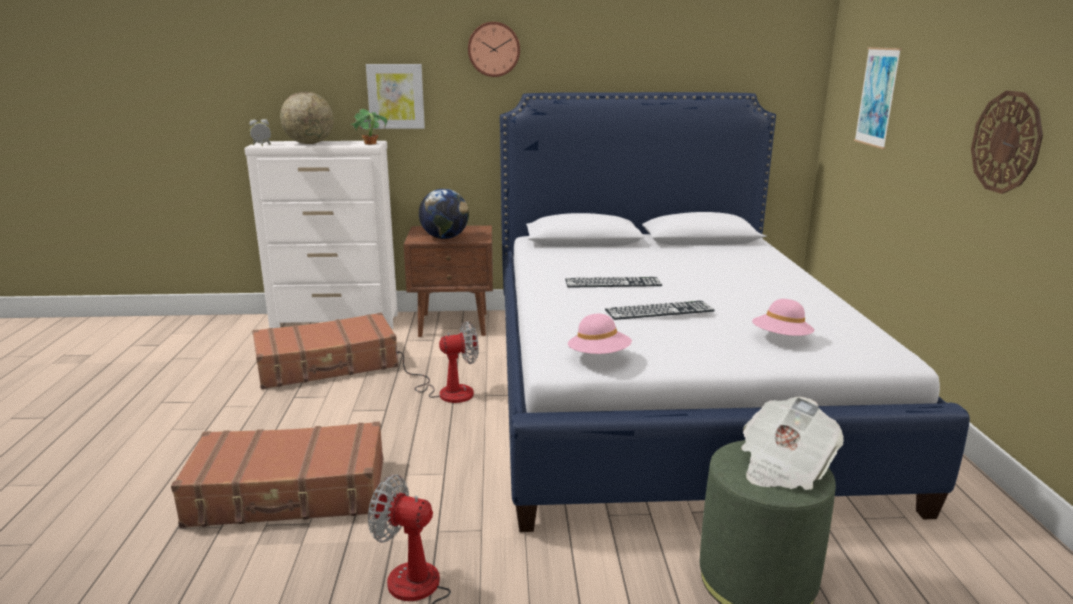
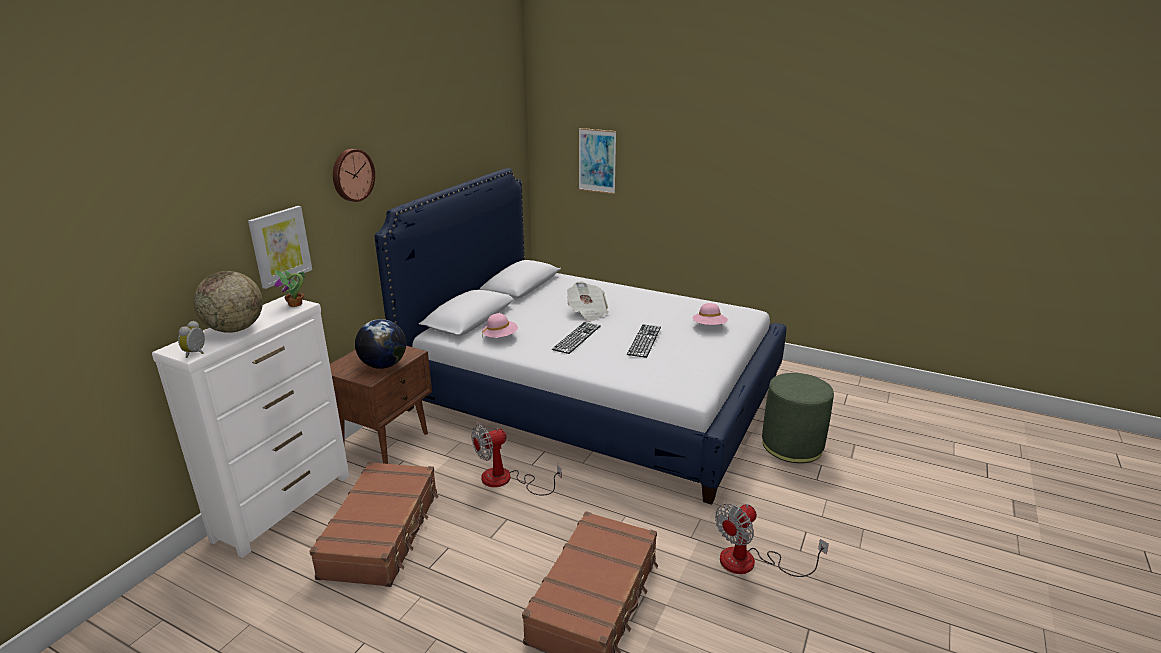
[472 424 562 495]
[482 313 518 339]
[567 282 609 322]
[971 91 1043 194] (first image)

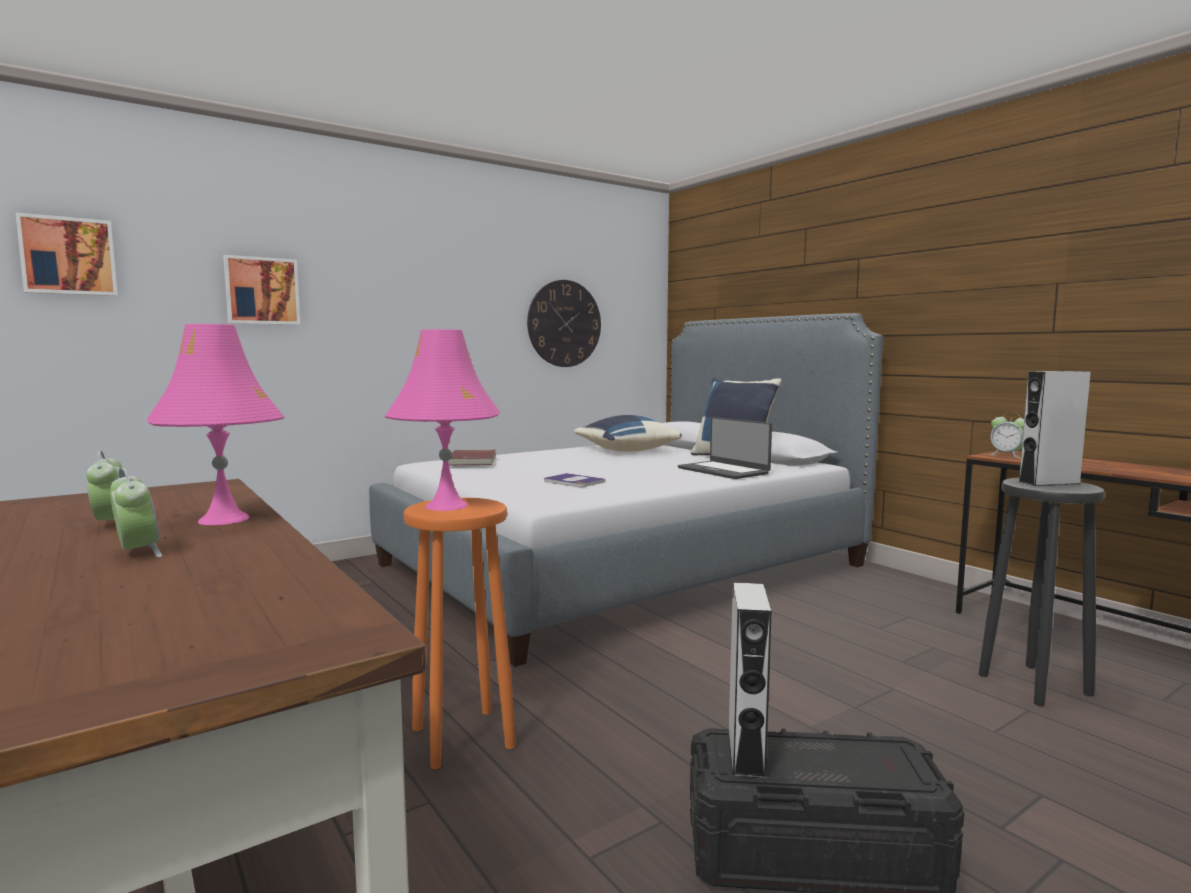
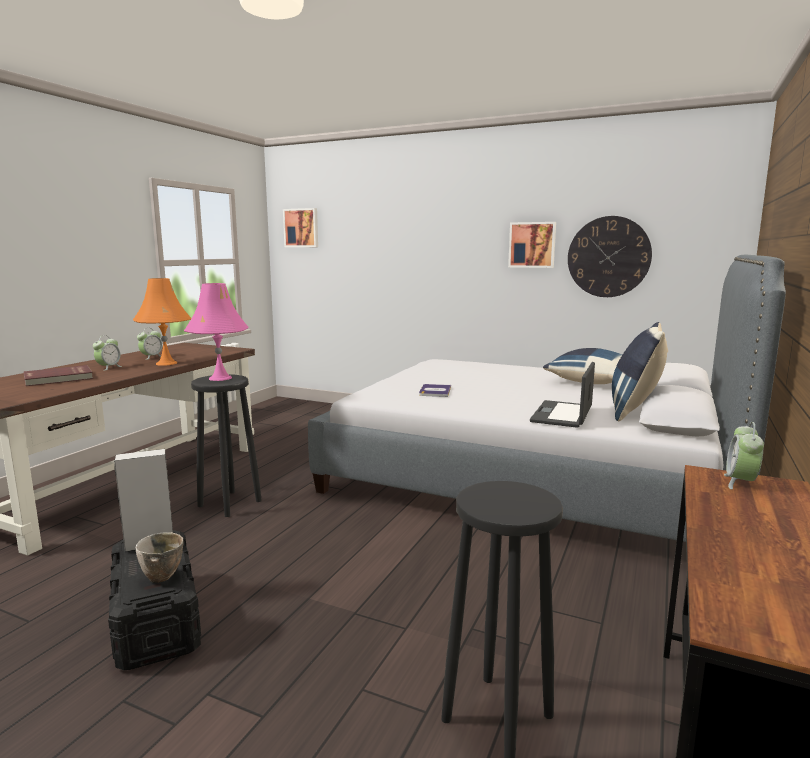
[23 365 93 386]
[133 278 192 366]
[136 532 184 583]
[191 374 262 517]
[508 222 556 268]
[1019 371 1091 486] (first image)

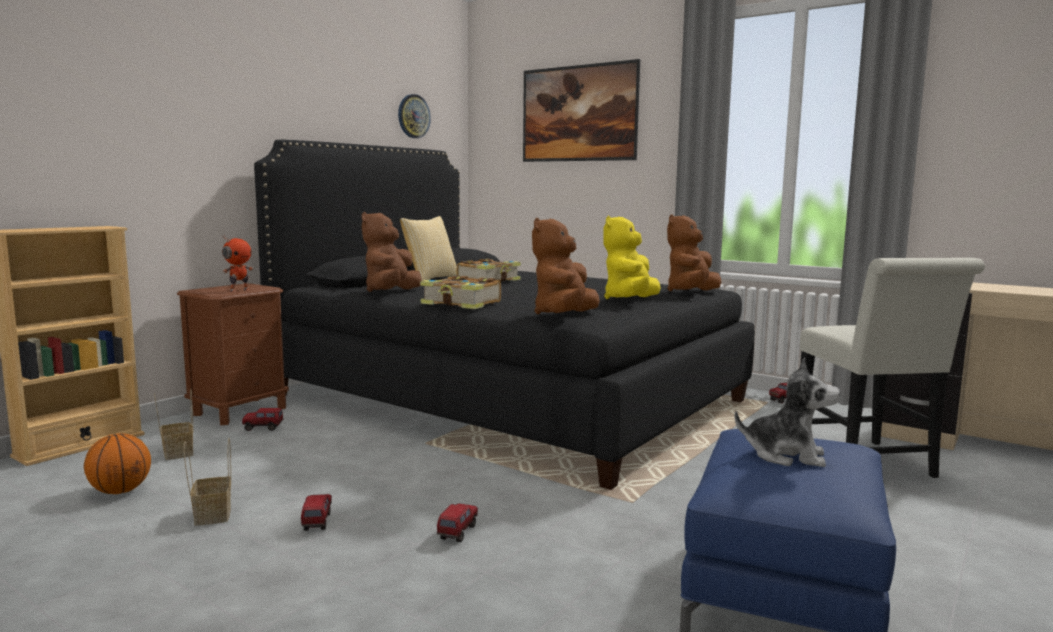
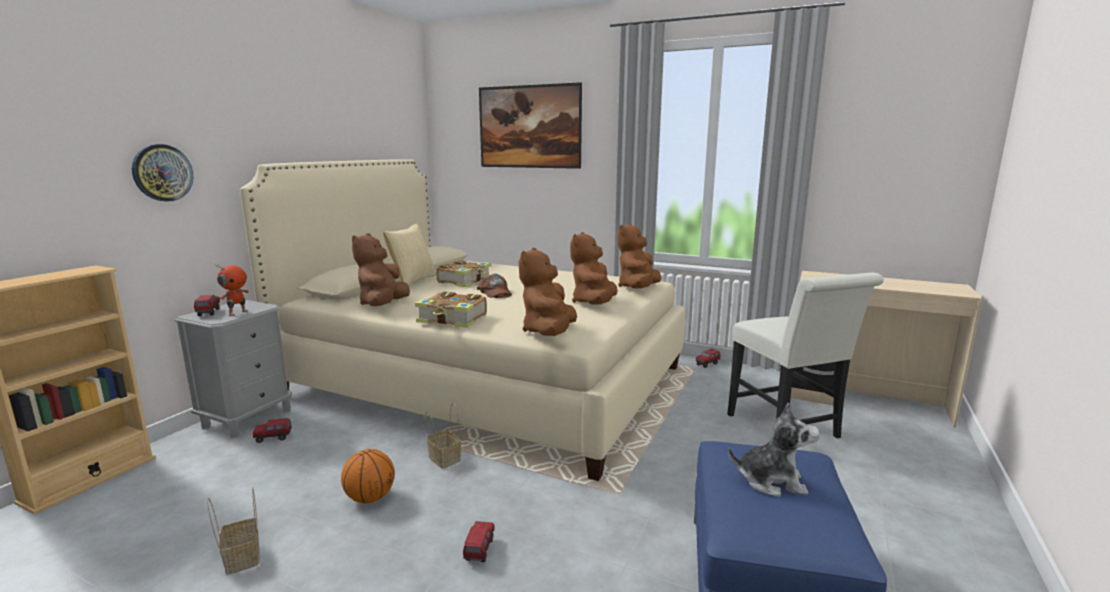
[132 144 193 202]
[174 300 292 438]
[194 295 220 316]
[240 159 685 481]
[341 449 395 503]
[425 403 461 469]
[477 274 512 298]
[570 232 618 305]

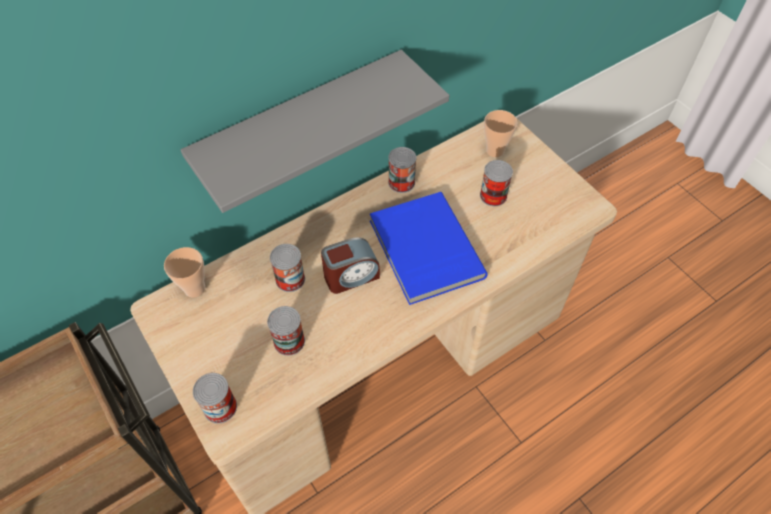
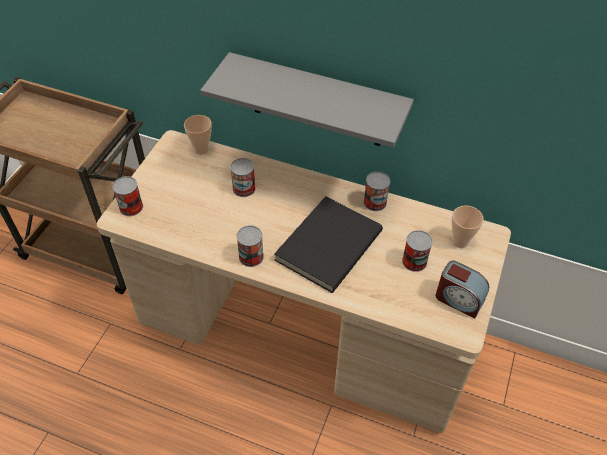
[237 225 264 267]
[274 196 383 293]
[436 261 489 318]

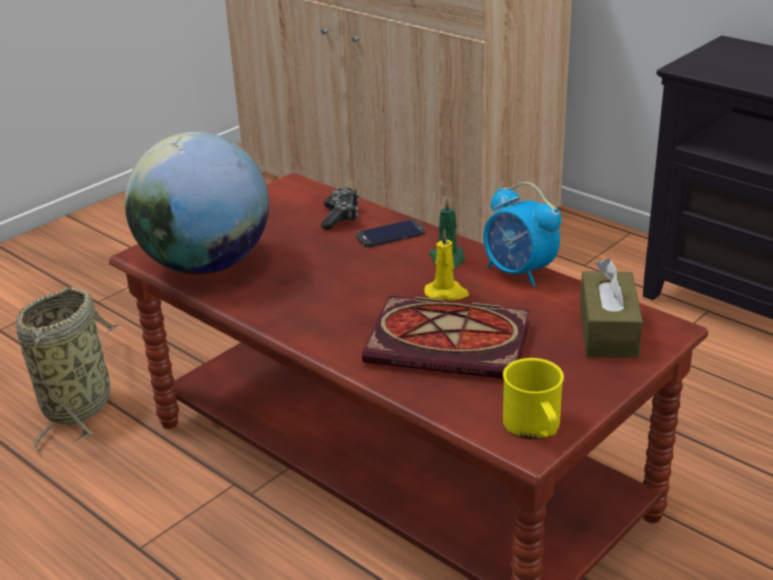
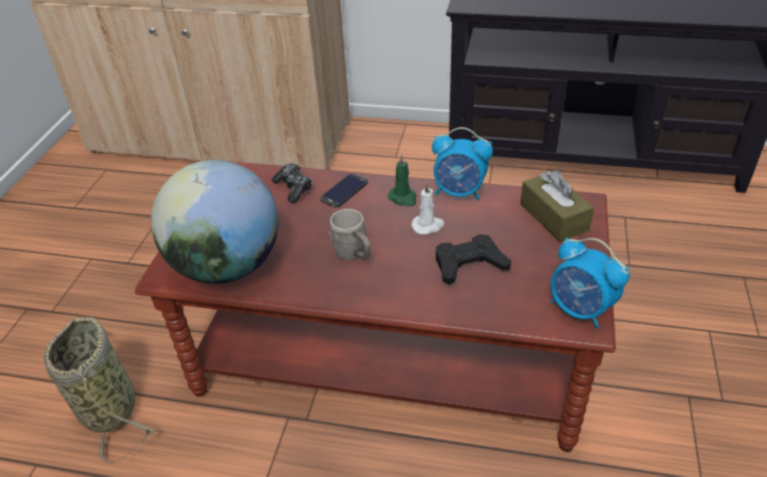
[329 209 371 260]
[411 182 444 235]
[436 234 511 285]
[550 238 630 329]

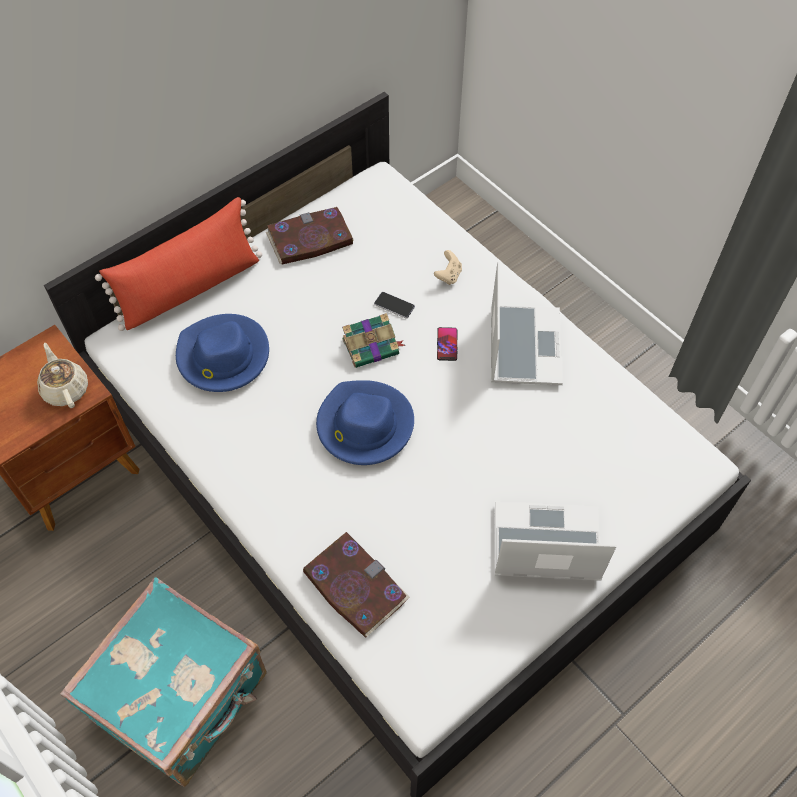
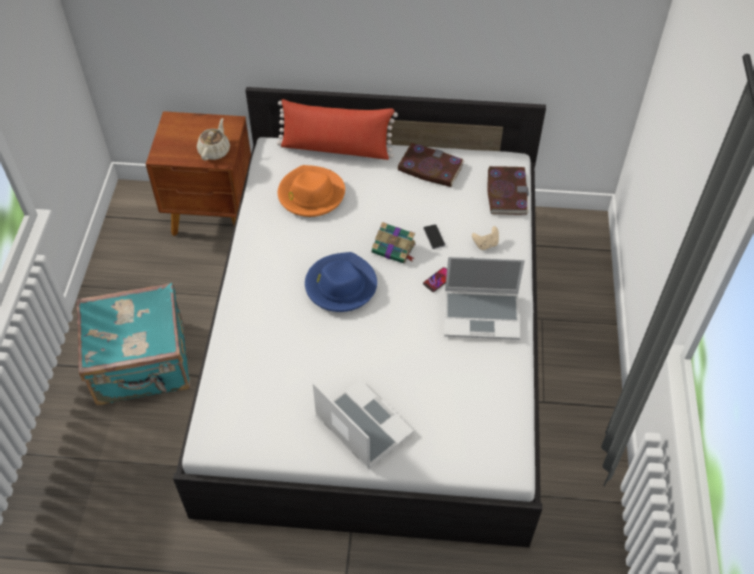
[278 165 345 217]
[444 256 525 340]
[487 166 529 215]

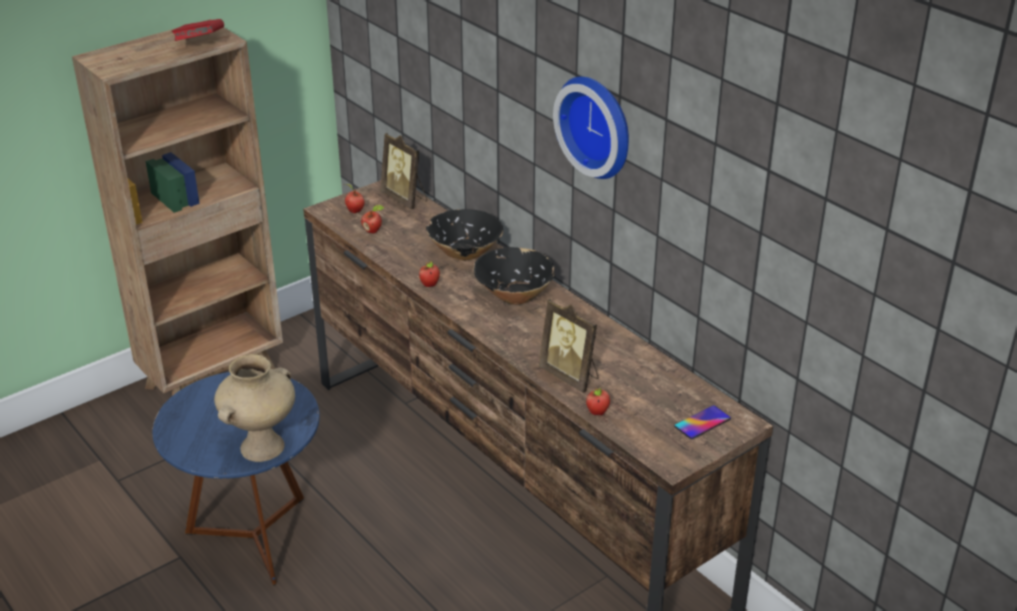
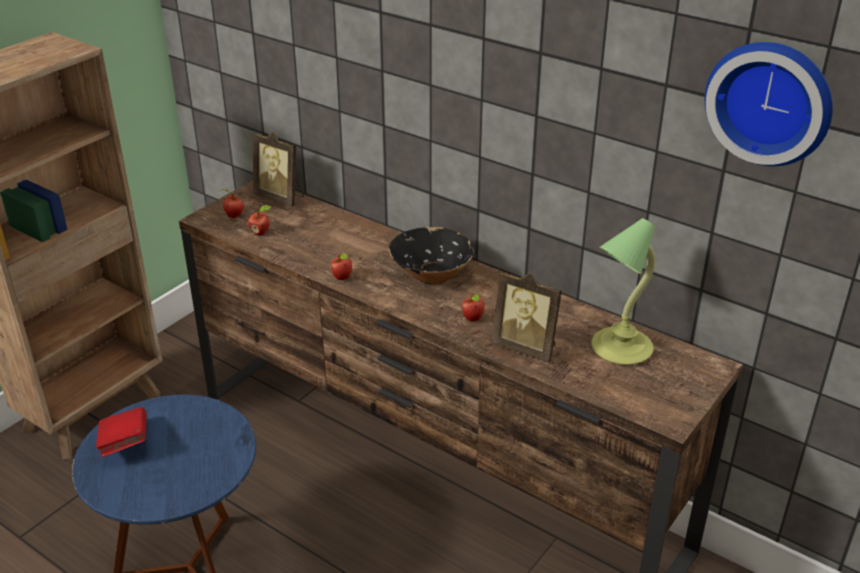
[96 407 147 457]
[462 294 485 321]
[591 218 655 365]
[705 42 833 166]
[214 354 295 462] (first image)
[426 209 503 261] (first image)
[674 405 731 439] (first image)

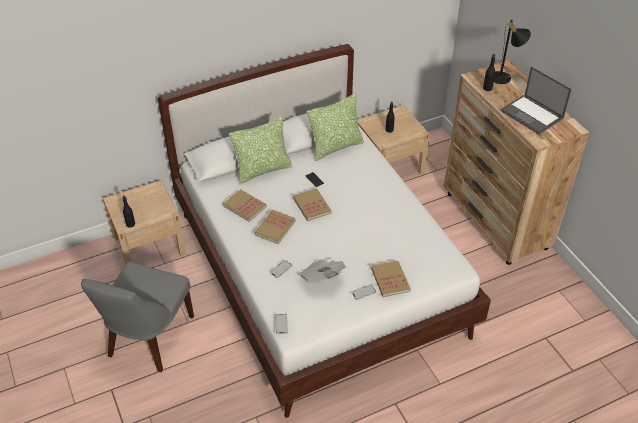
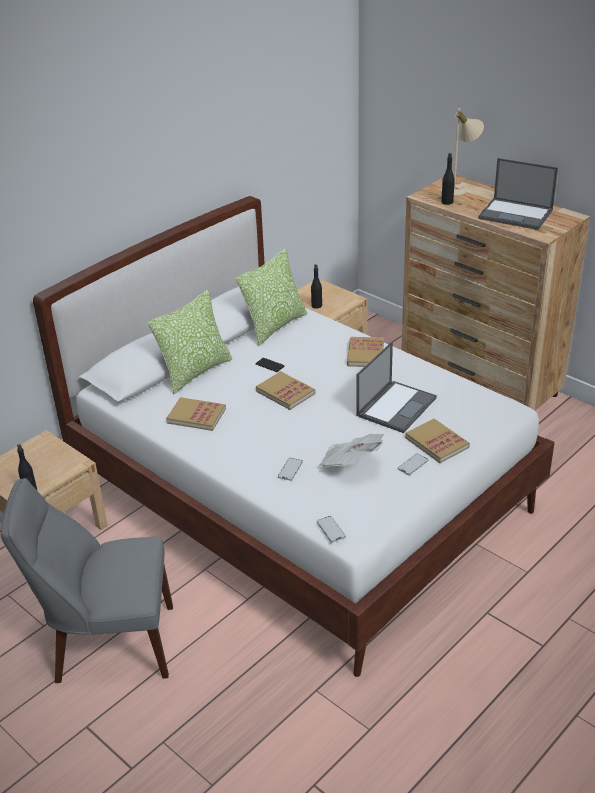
[1 478 173 683]
[347 337 384 367]
[357 342 437 433]
[441 108 484 196]

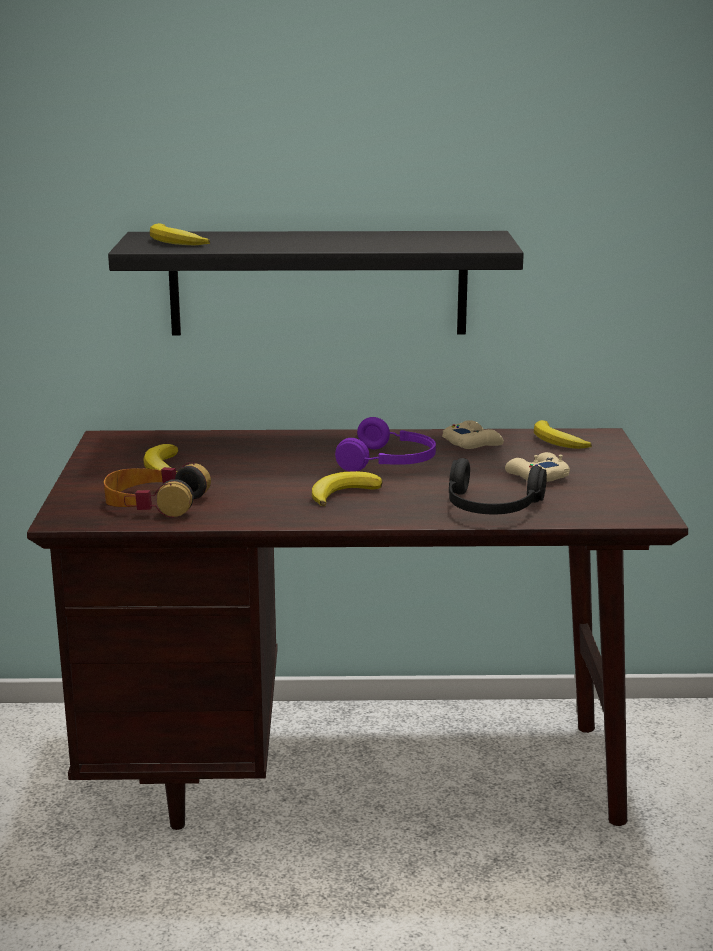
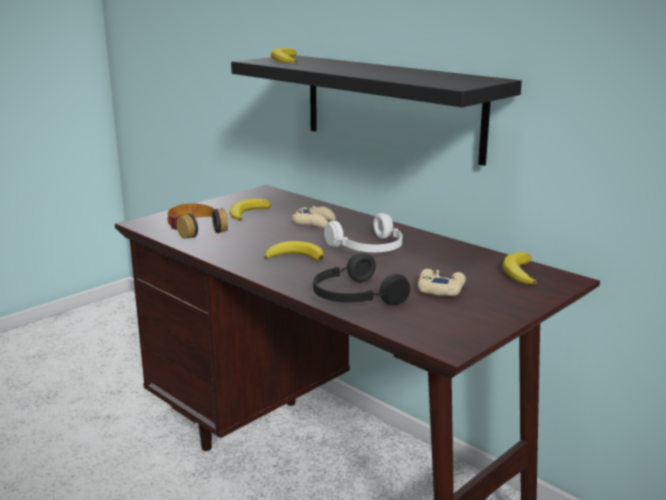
[292 206 336 228]
[324 213 402 252]

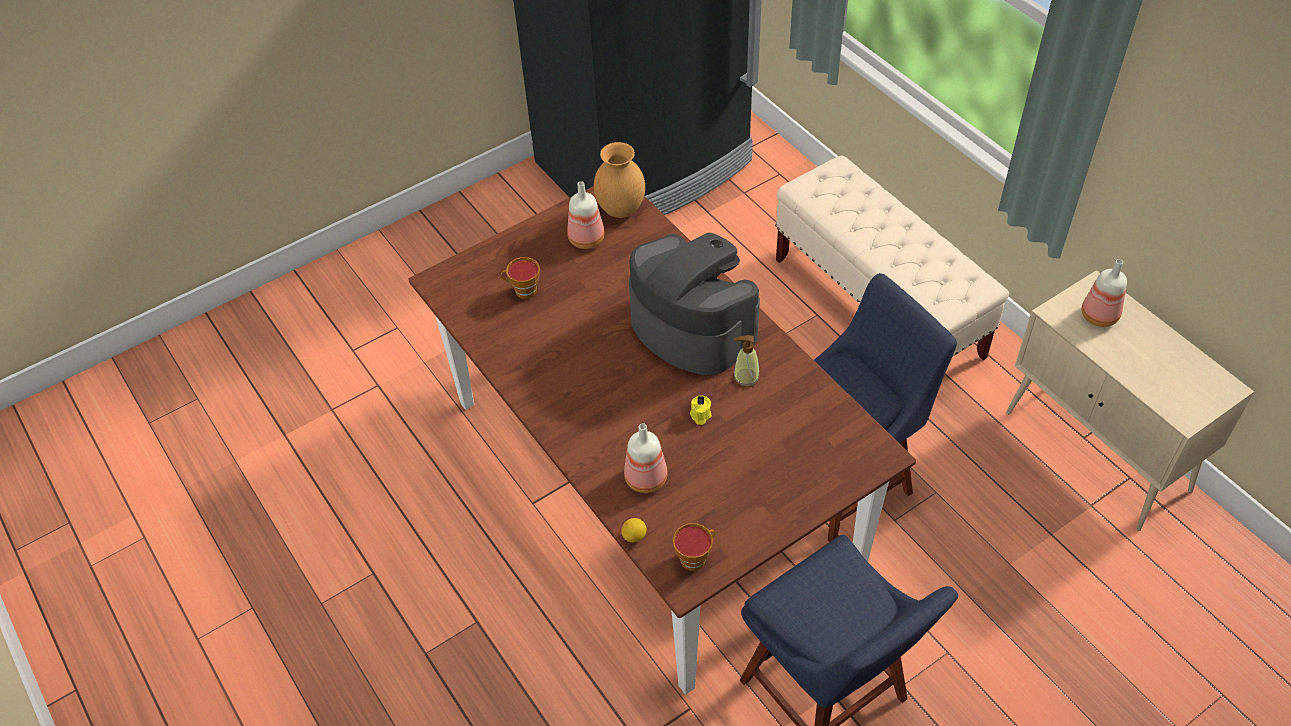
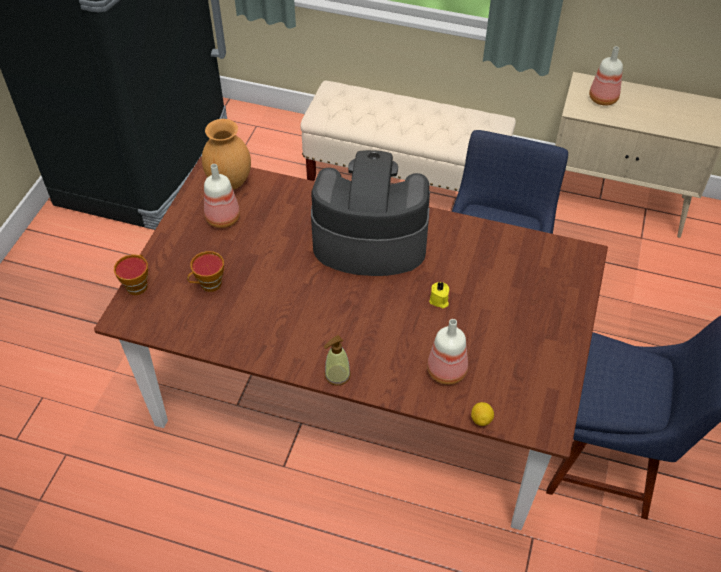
[114 254 148 295]
[324 335 351 385]

